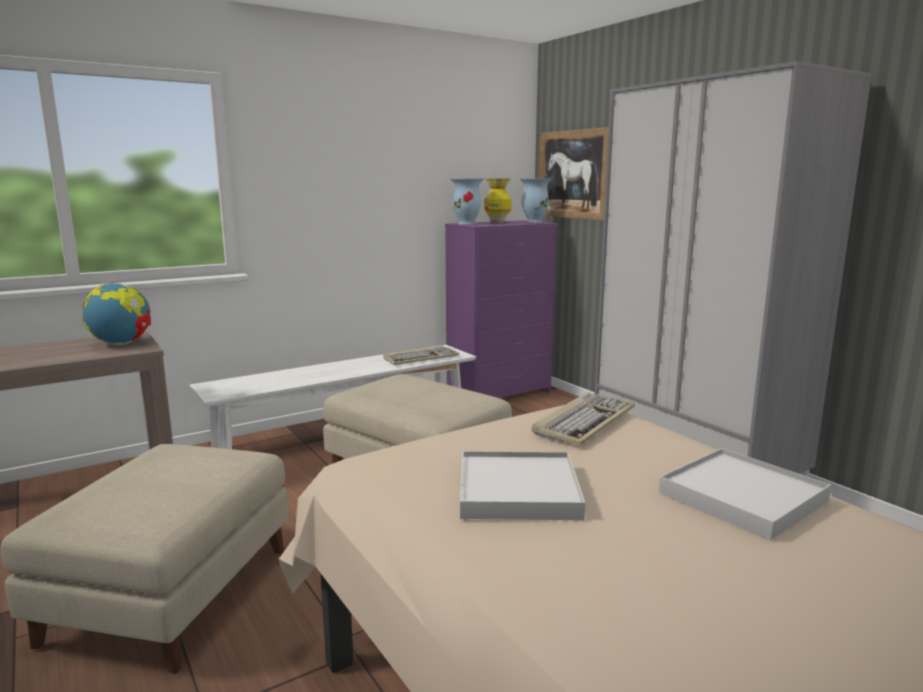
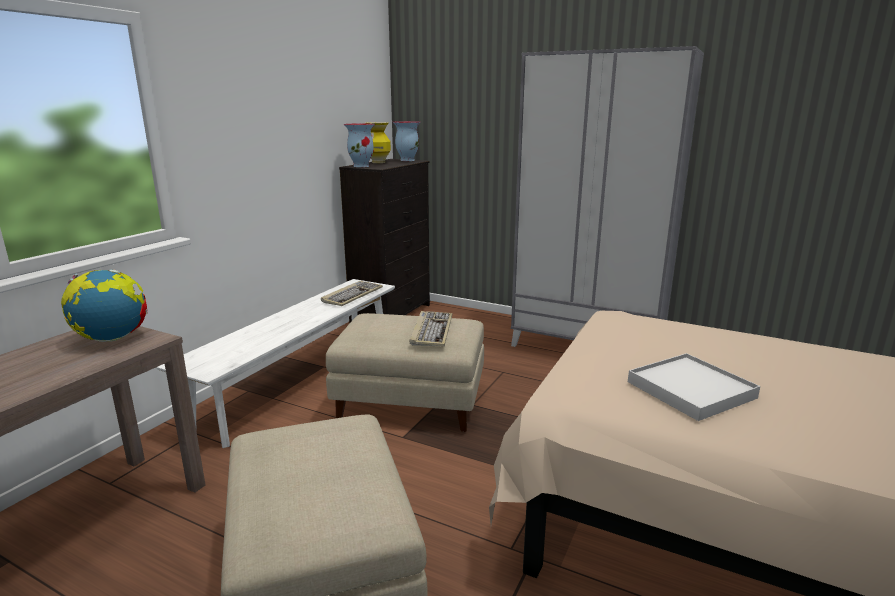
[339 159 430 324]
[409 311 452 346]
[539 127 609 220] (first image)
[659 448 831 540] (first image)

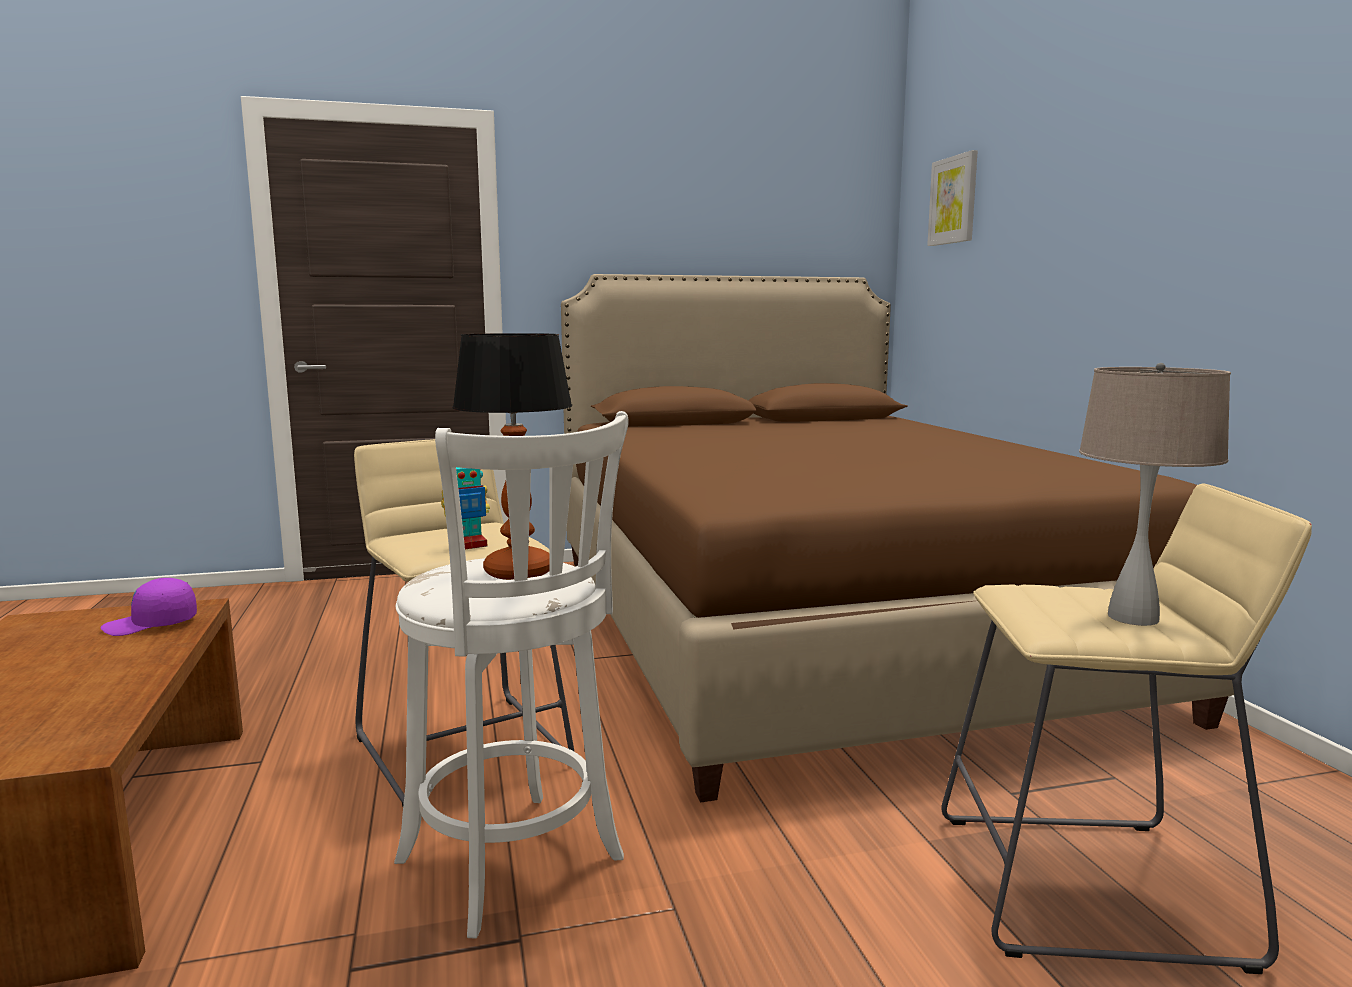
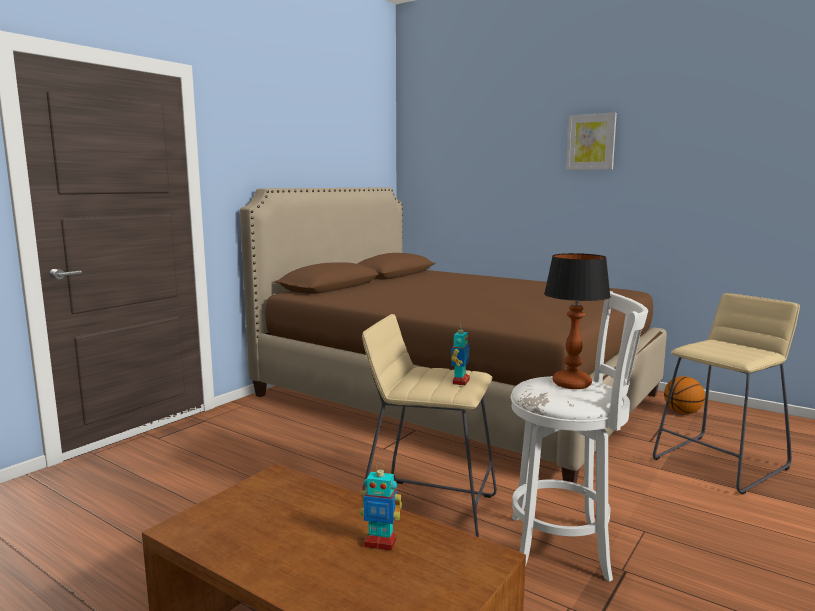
[360 463 402 551]
[566 113 617 170]
[664 376 705 414]
[101 578 197 636] (first image)
[1079 363 1231 626] (first image)

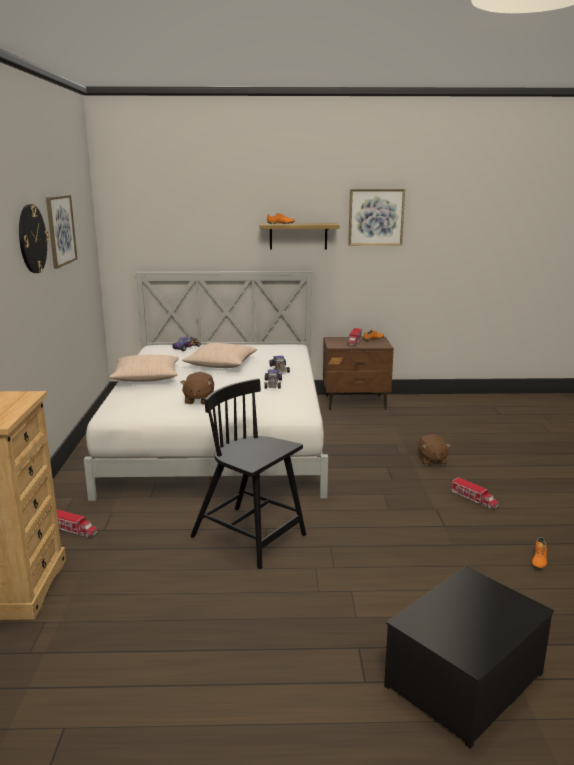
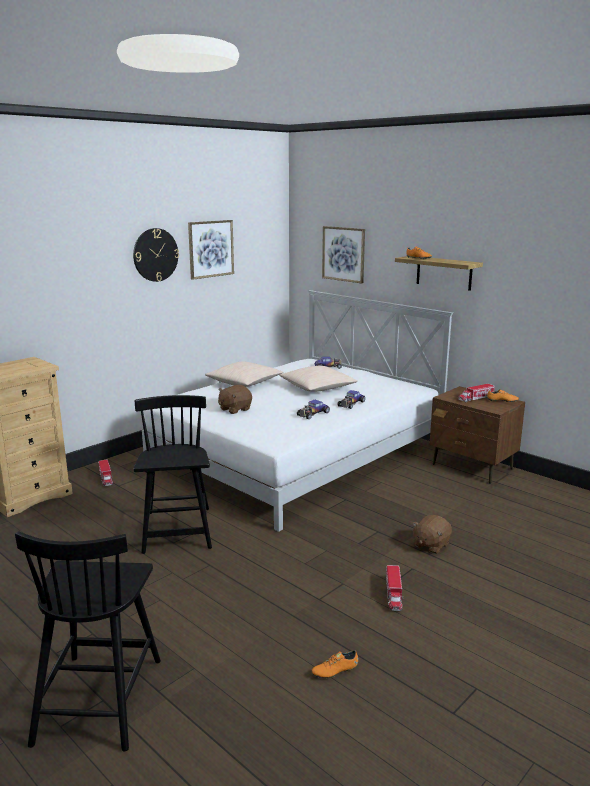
[15 531 161 751]
[322 226 365 284]

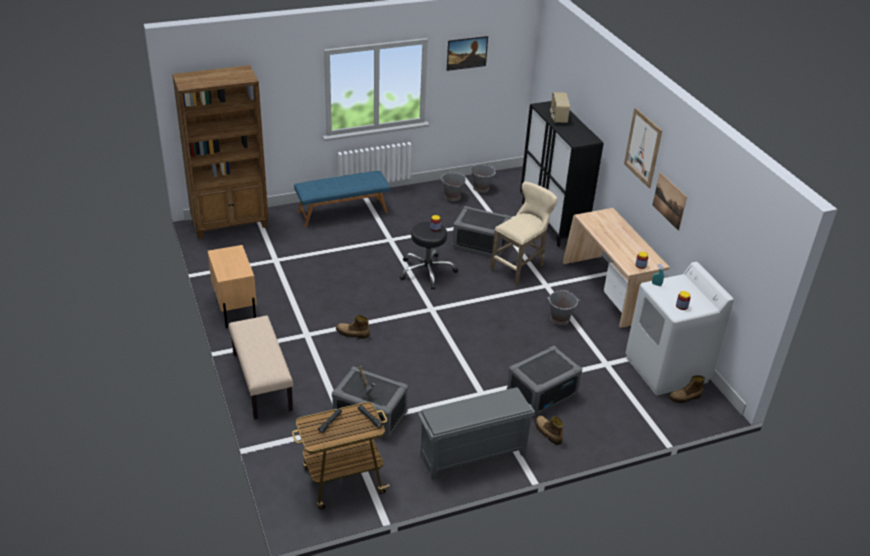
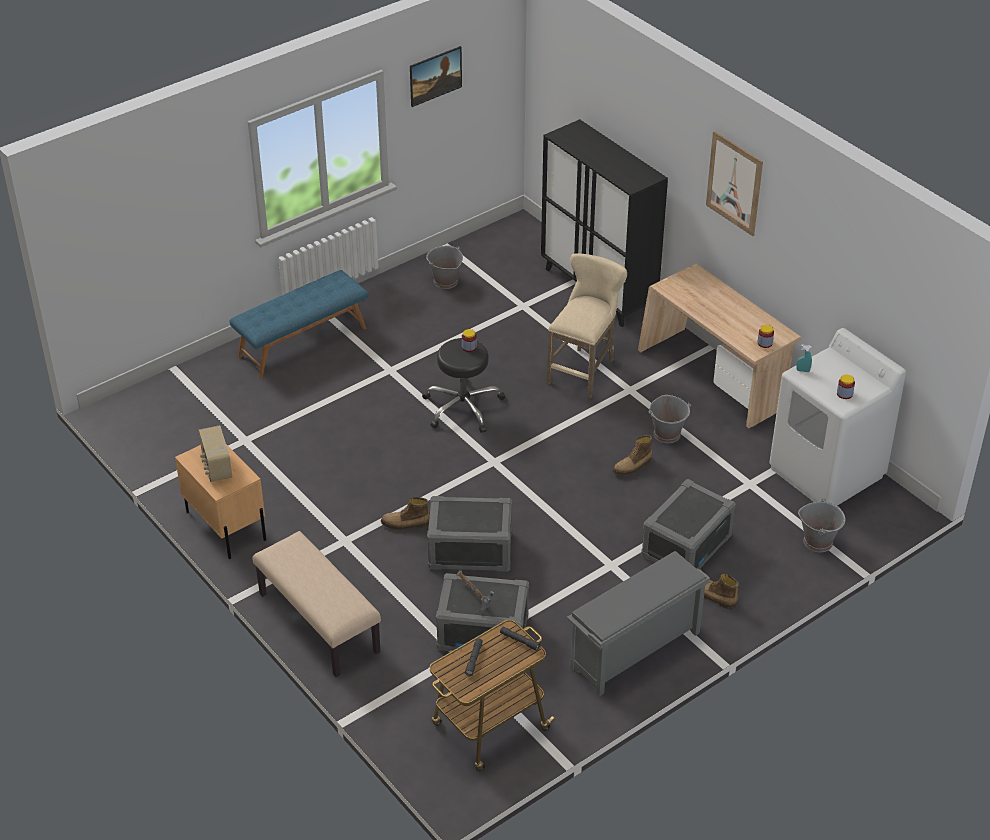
[198 425 232 482]
[427 496 512 571]
[613 435 652 476]
[798 498 845 552]
[172 65 269 239] (first image)
[653 172 687 231] (first image)

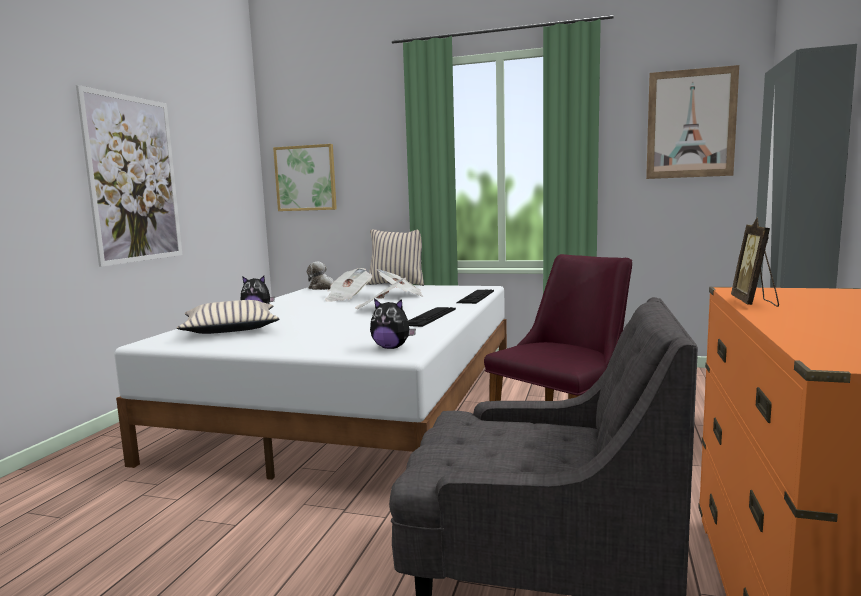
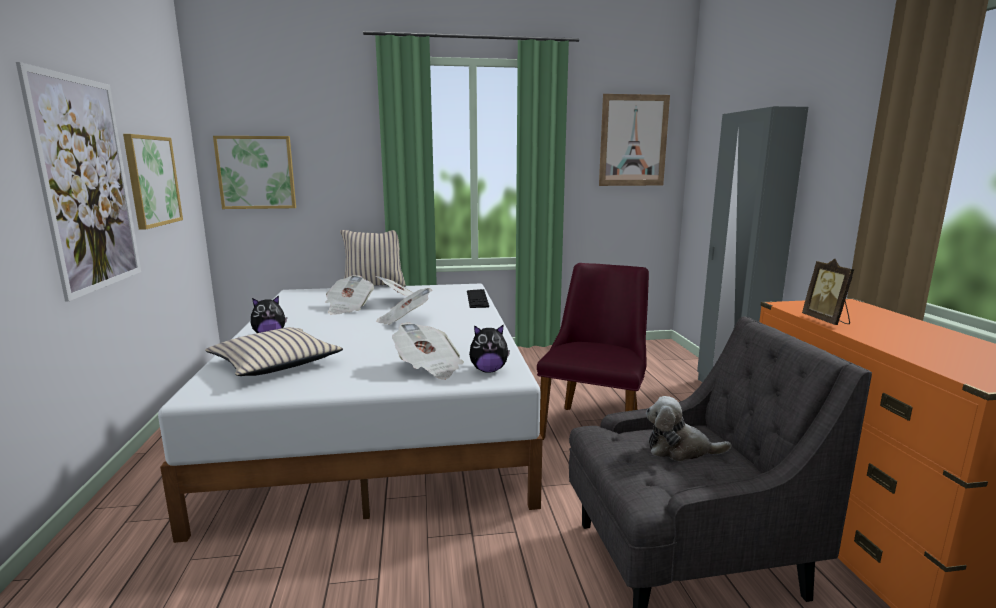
[123 134 183 230]
[392 322 464 380]
[646 396 731 462]
[408 307 456 327] (first image)

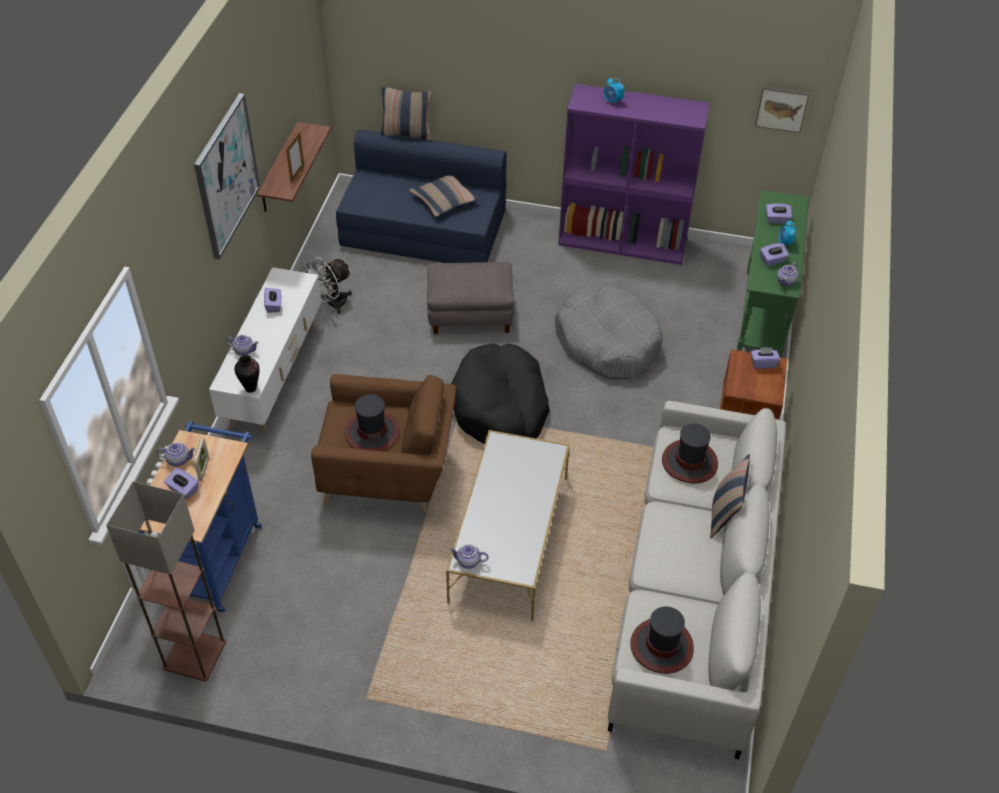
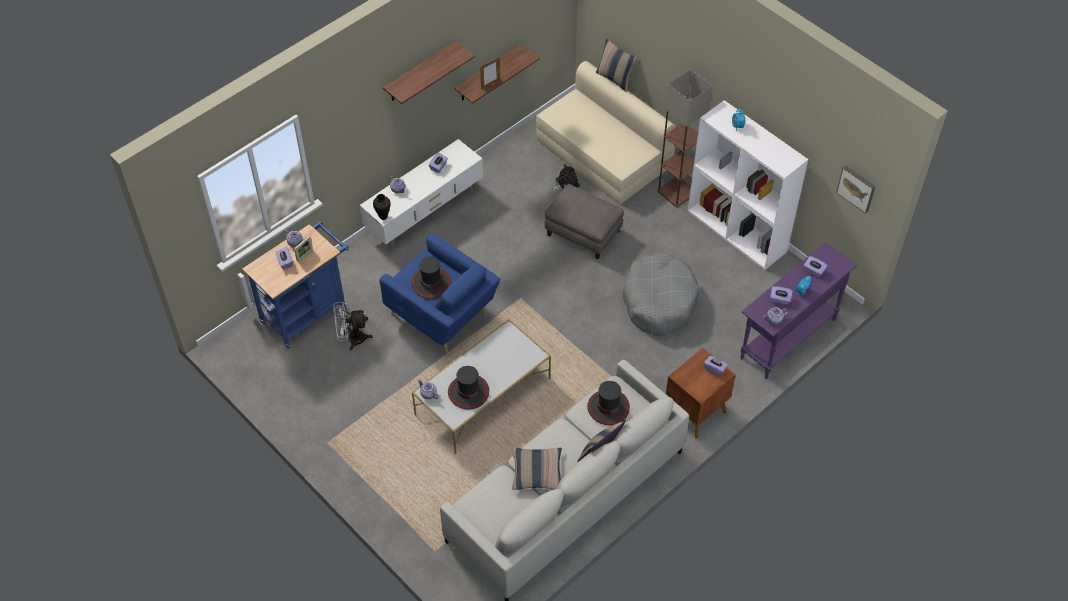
[333 302 373 350]
[380 233 500 354]
[383 41 475 104]
[448 366 489 410]
[512 448 562 490]
[536 61 676 204]
[552 164 580 191]
[657 69 713 207]
[688 100 808 270]
[740 242 857 379]
[451 343 550 444] (first image)

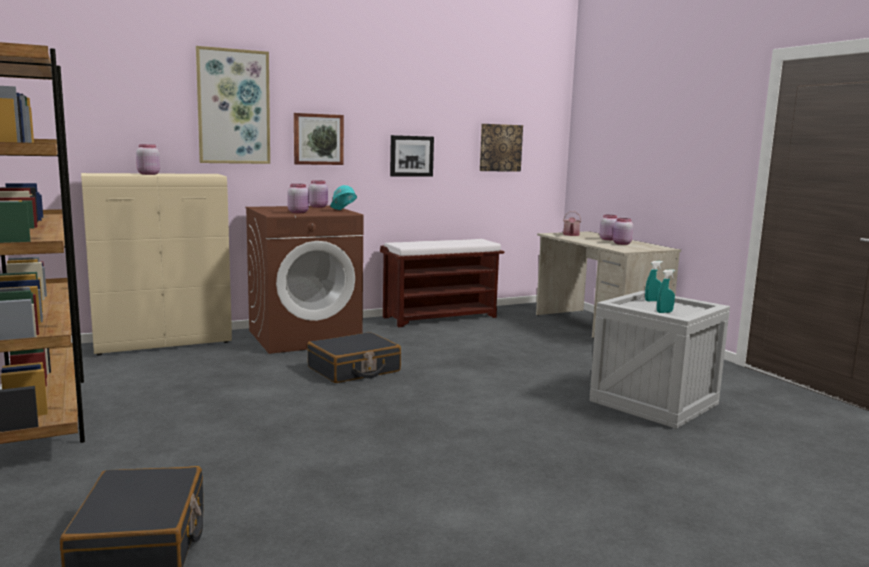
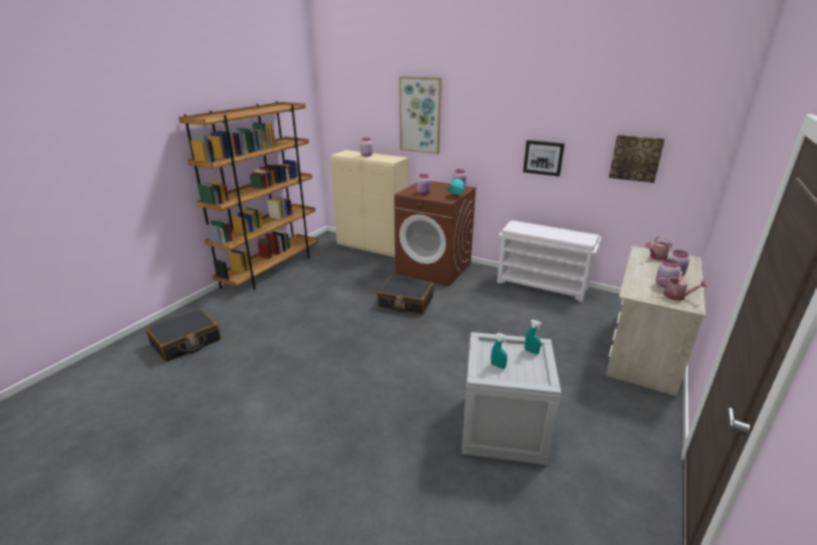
[497 220 601 302]
[657 271 707 301]
[294 113 344 165] (first image)

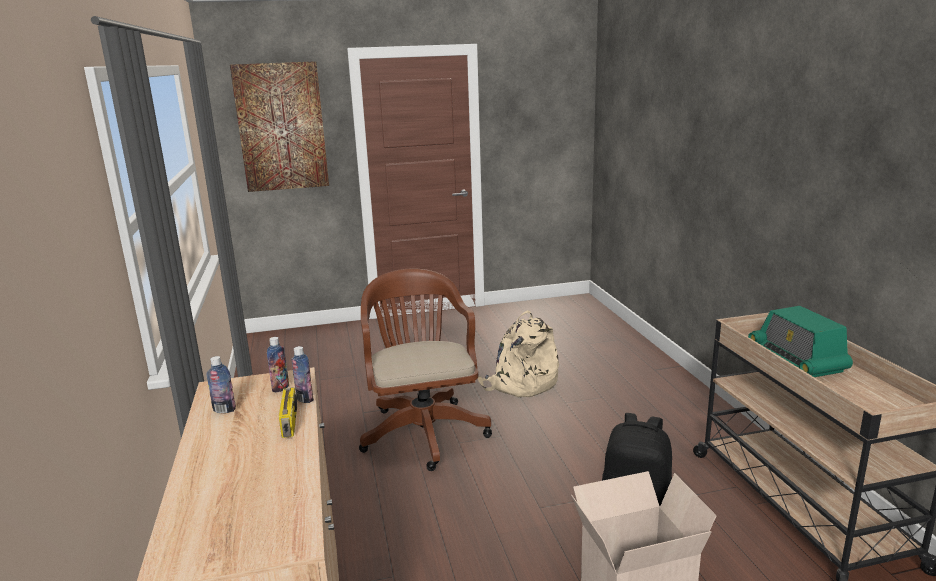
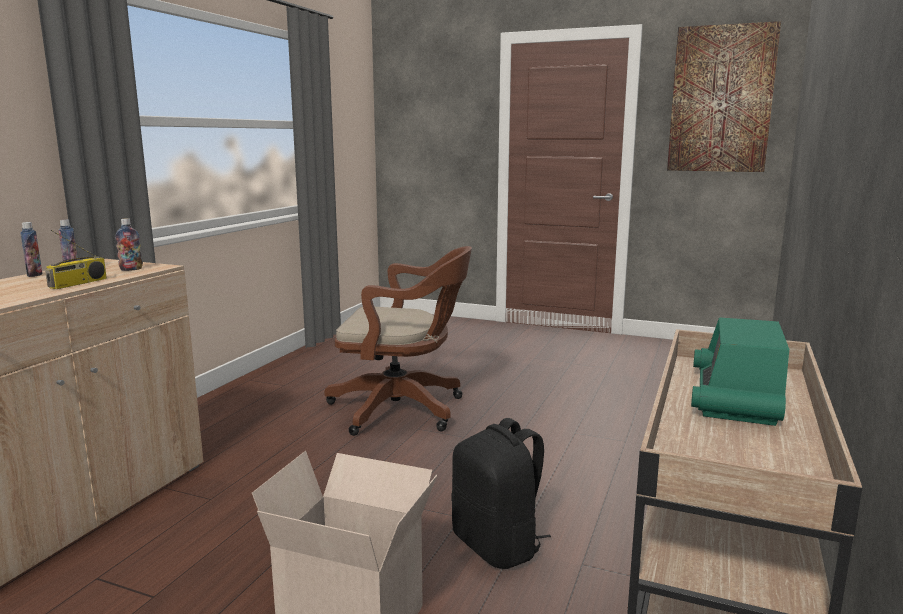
[20 222 42 277]
[325 246 472 436]
[667 21 781 172]
[478 310 559 398] (first image)

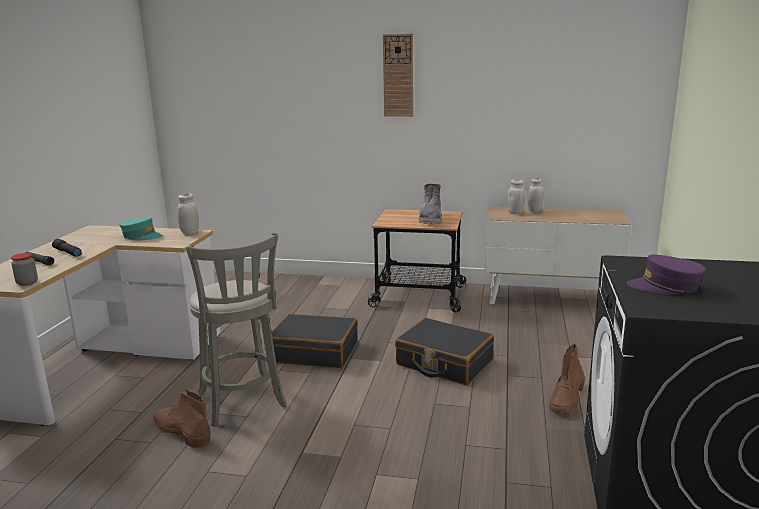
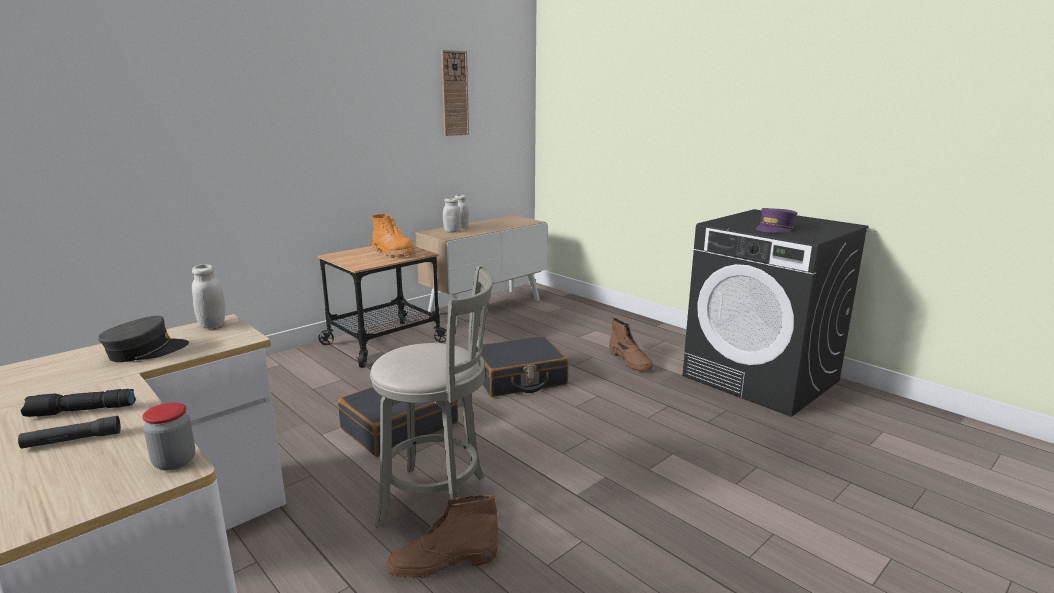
[98 316 189 362]
[372 214 415 257]
[441 50 469 136]

